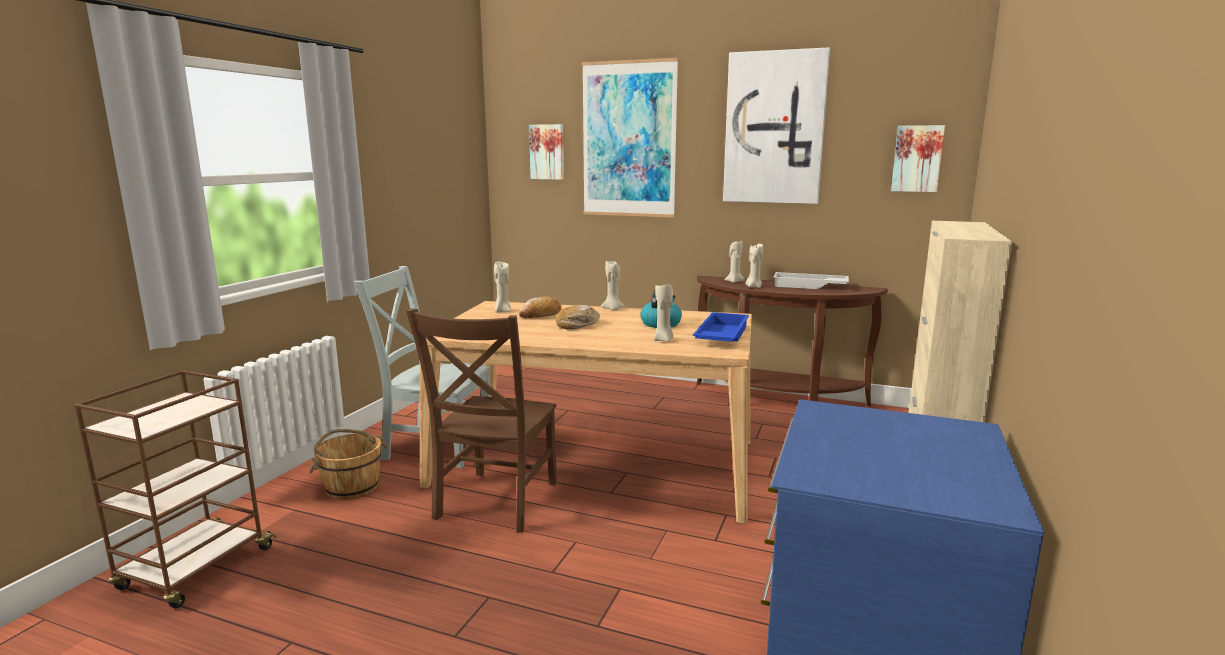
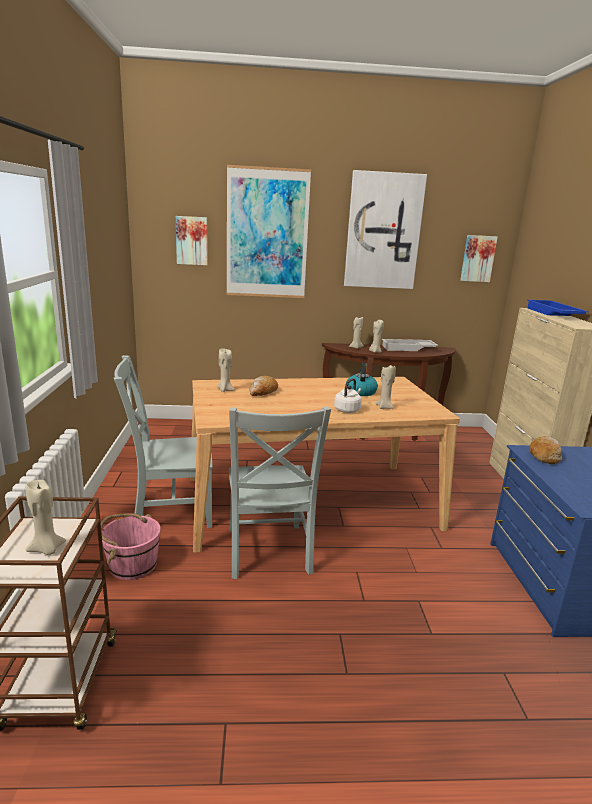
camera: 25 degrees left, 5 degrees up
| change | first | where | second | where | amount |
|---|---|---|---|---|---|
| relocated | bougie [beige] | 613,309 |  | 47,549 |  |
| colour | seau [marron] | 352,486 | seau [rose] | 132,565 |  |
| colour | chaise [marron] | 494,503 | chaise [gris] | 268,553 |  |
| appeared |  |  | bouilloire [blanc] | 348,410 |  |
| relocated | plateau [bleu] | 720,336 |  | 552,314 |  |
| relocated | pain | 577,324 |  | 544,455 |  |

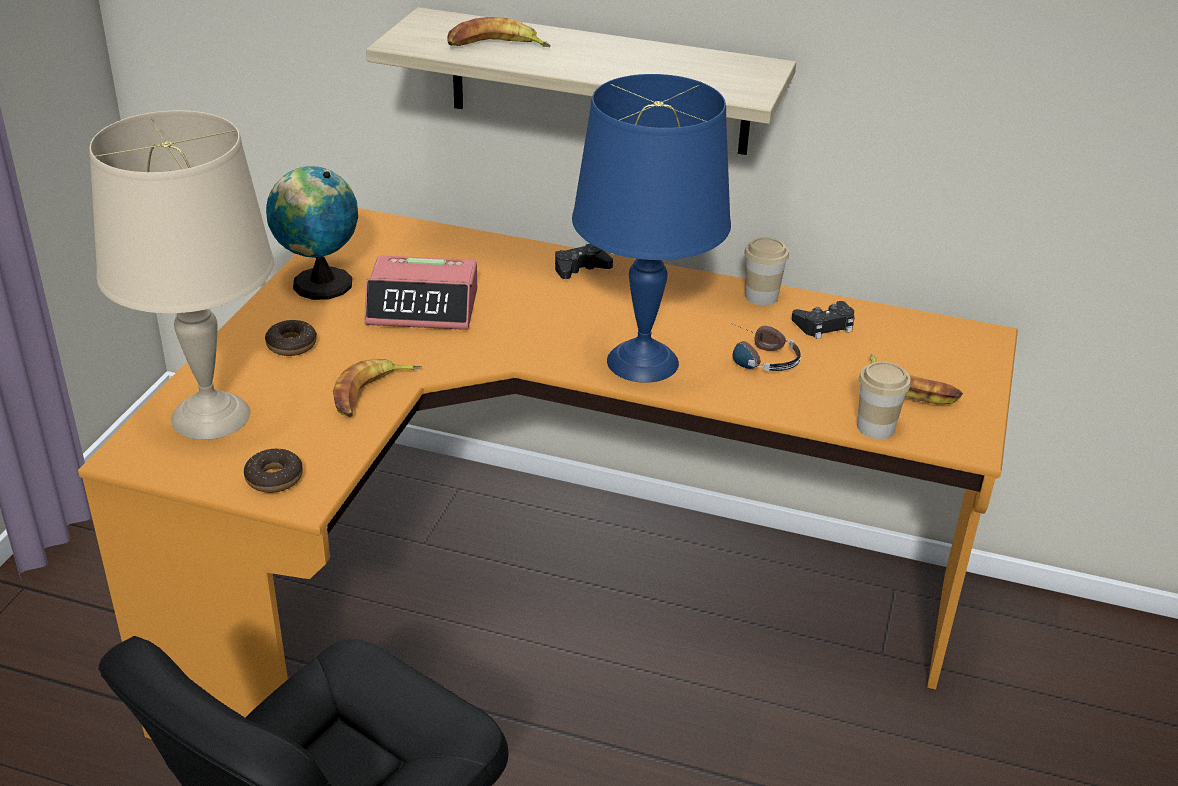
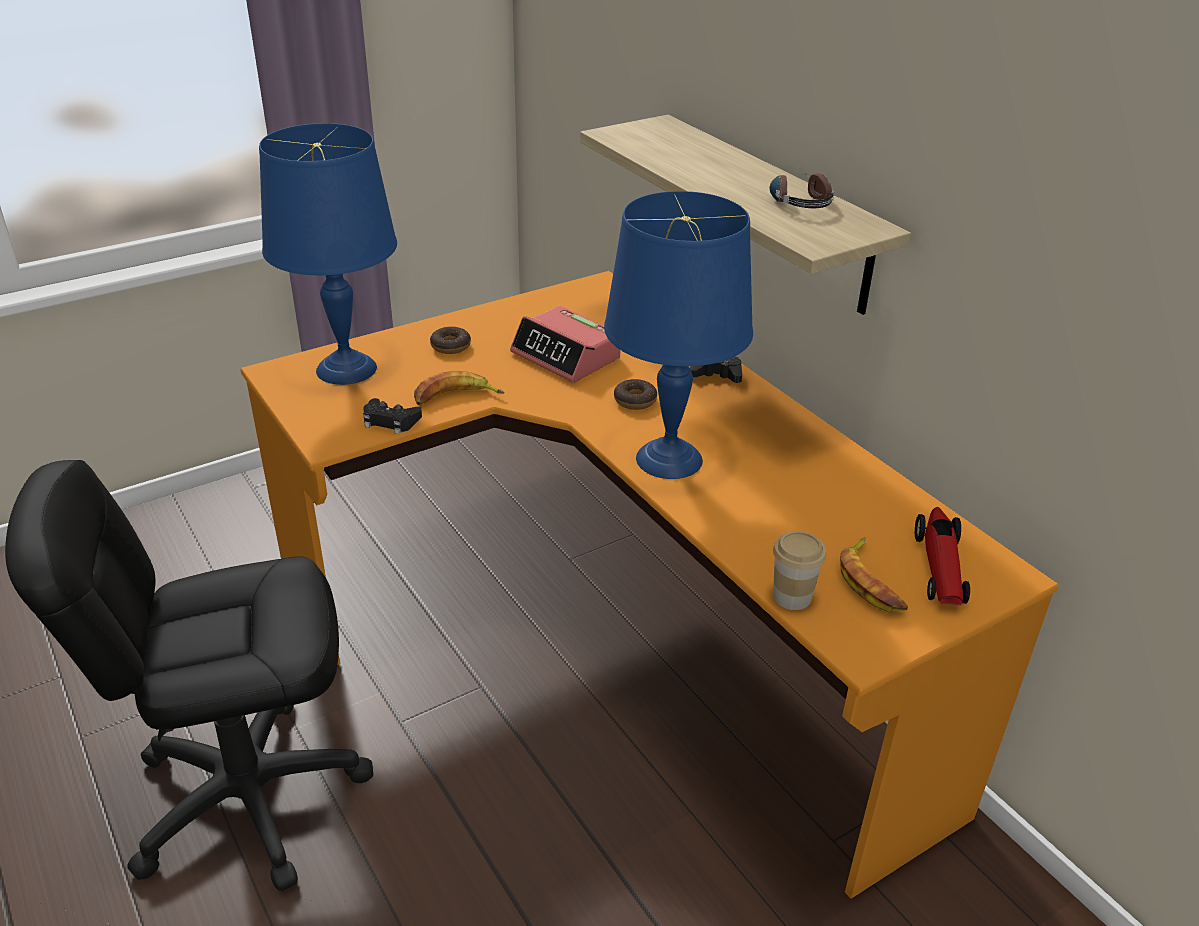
camera: 40 degrees right, 0 degrees up
| change | first | where | second | where | amount |
|---|---|---|---|---|---|
| colour | lampe de table [beige] | 212,415 | lampe de table [bleu] | 347,369 |  |
| relocated | manette [noir] | 824,325 |  | 390,421 |  |
| relocated | beignet | 274,478 |  | 635,400 |  |
| relocated | casque audio | 756,357 |  | 798,200 |  |
| appeared |  |  | petite voiture | 939,567 |  |
| missing | globe | 318,284 |  |  |  |
| missing | banane | 496,46 |  |  |  |
| missing | tasse | 761,296 |  |  |  |

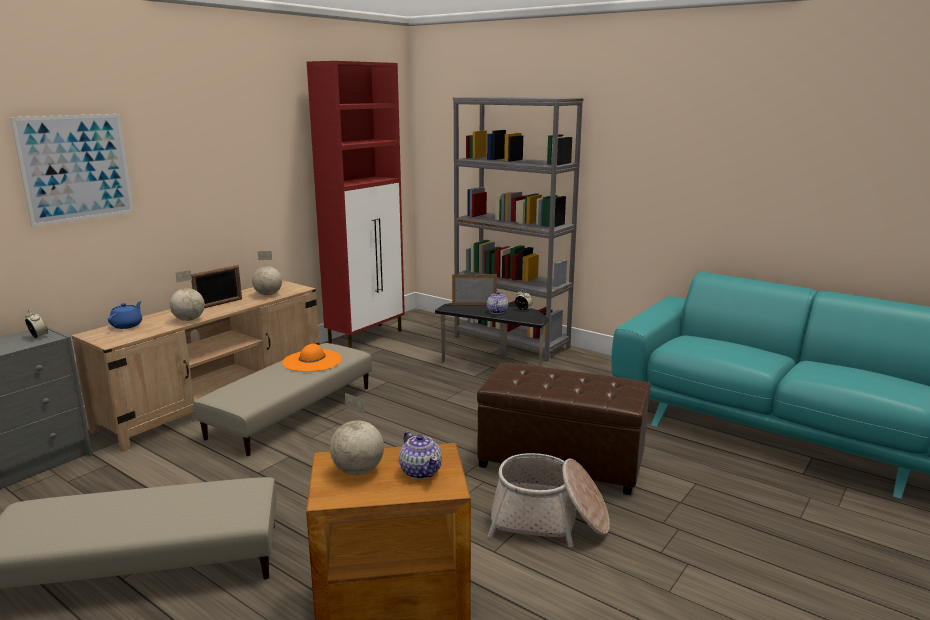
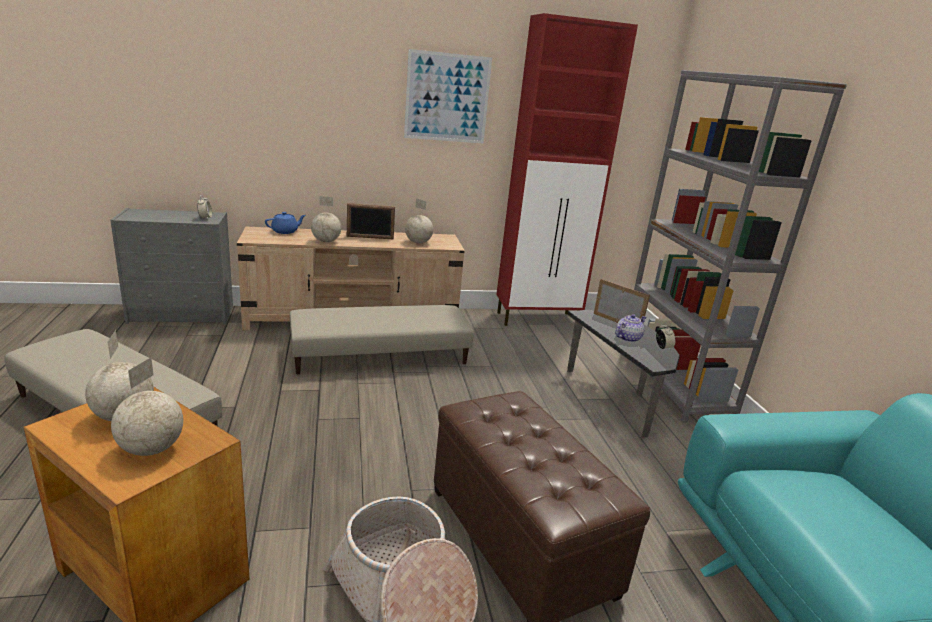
camera: 40 degrees right, 5 degrees up
| change | first | where | second | where | amount |
|---|---|---|---|---|---|
| exchanged | théière | 421,471 | globe | 152,449 |  |
| relocated | tableau | 76,168 |  | 447,98 |  |
| missing | chapeau [orange] | 312,361 |  |  |  |

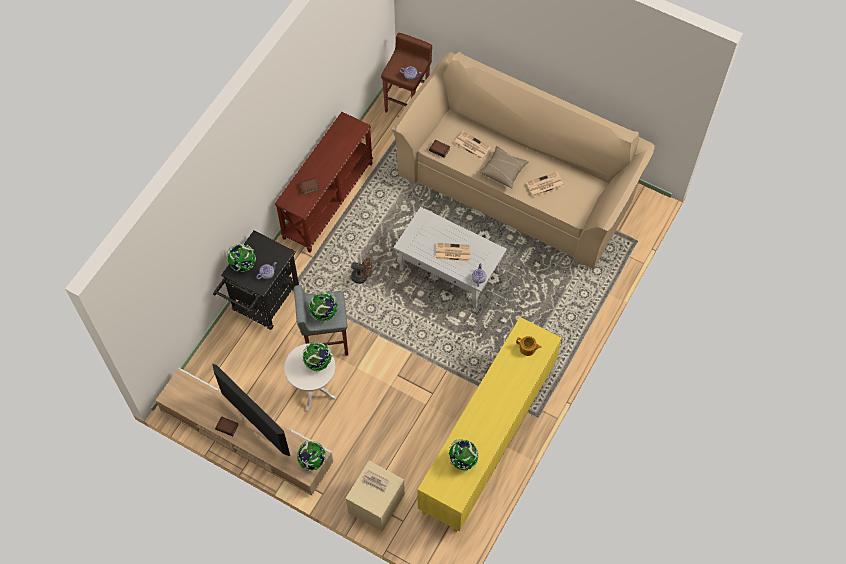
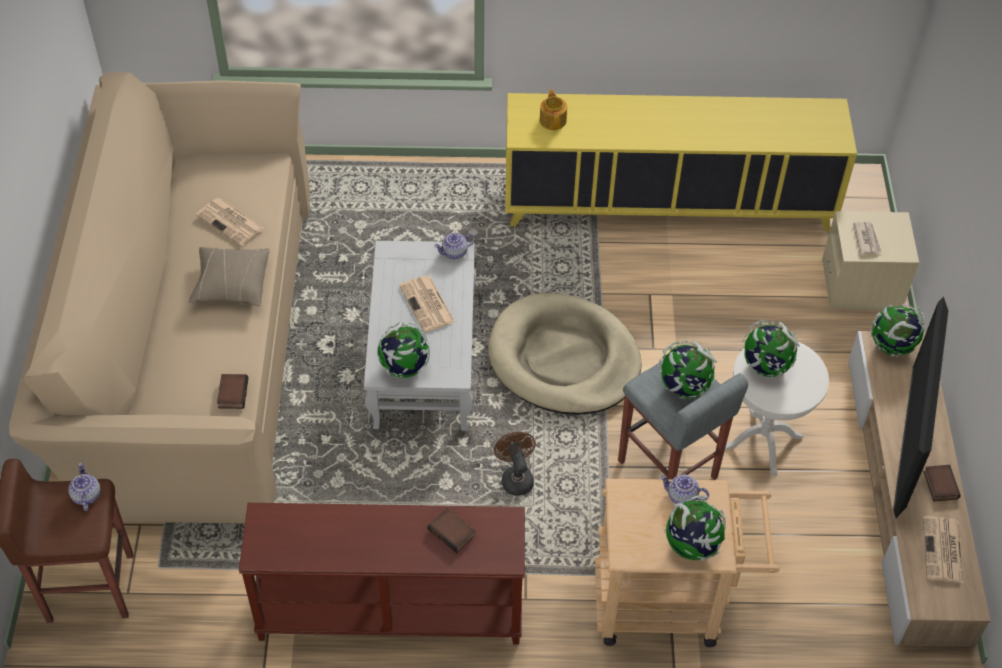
camera: 120 degrees left, 10 degrees down
| change | first | where | second | where | amount |
|---|---|---|---|---|---|
| relocated | globe | 462,460 |  | 404,368 |  |
| appeared |  |  | panier pour chien [beige] | 564,359 |  |
| colour | chariot [noir] | 262,304 | chariot [beige] | 670,603 |  |
| relocated | journal | 471,145 |  | 943,551 |  |

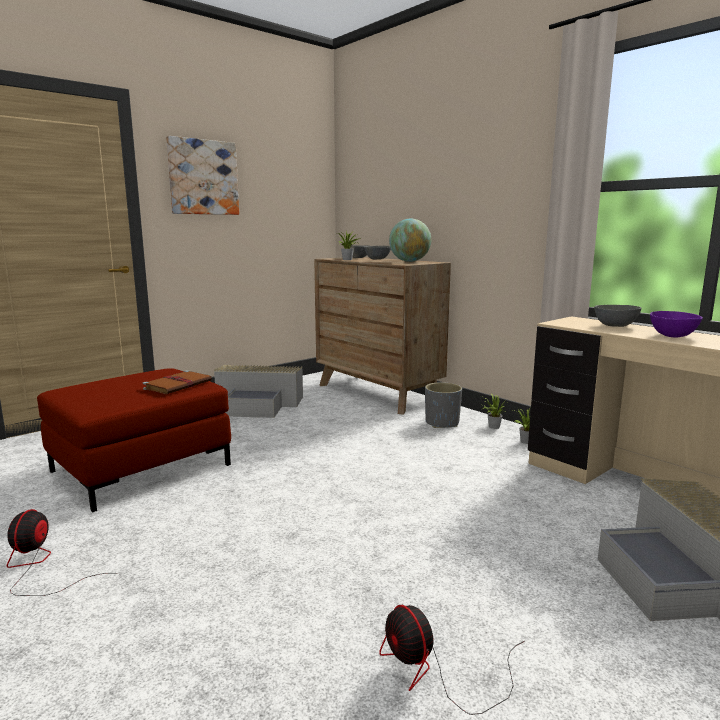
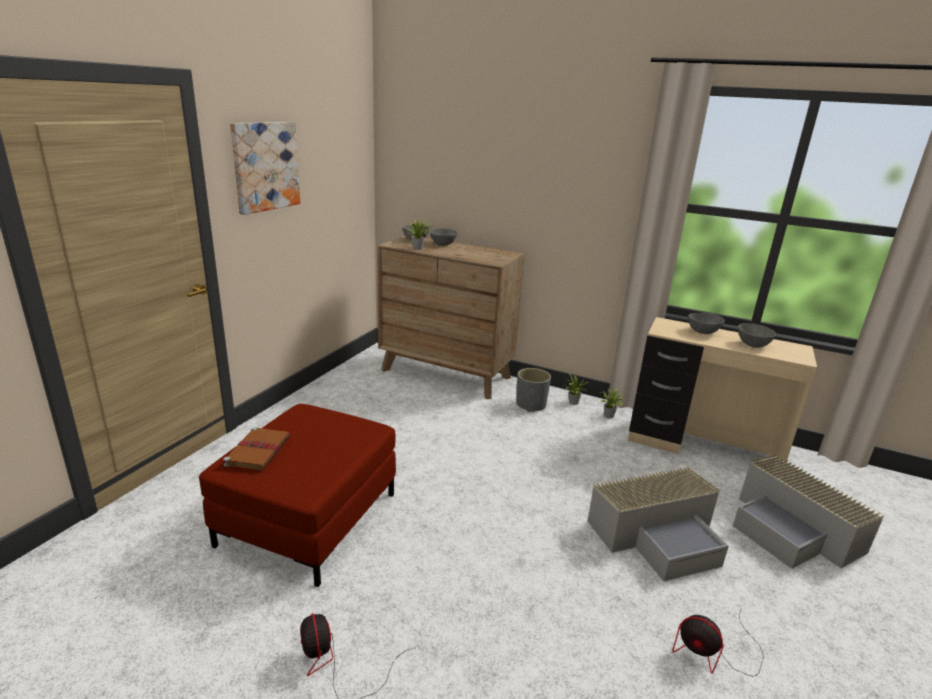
camera: 25 degrees left, 10 degrees up
| change | first | where | second | where | amount |
|---|---|---|---|---|---|
| relocated | livre [marron] | 179,385 |  | 259,450 |  |
| relocated | boîte de rangement [gris] | 259,404 |  | 658,535 |  |
| colour | bol [violet] | 672,335 | bol [gris] | 752,344 |  |
| missing | globe | 409,261 |  |  |  |

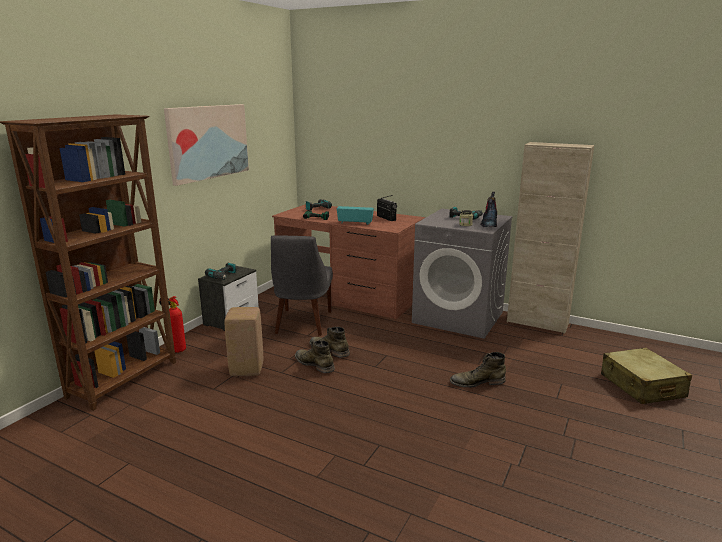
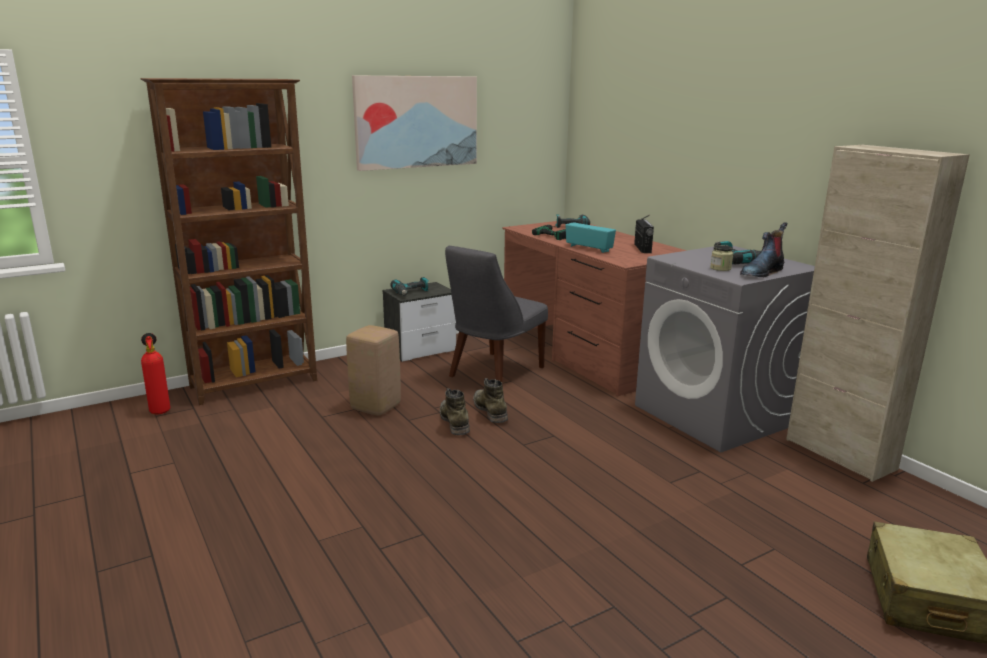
camera: 30 degrees right, 0 degrees up
| change | first | where | second | where | amount |
|---|---|---|---|---|---|
| relocated | extincteur | 176,350 |  | 160,410 |  |
| missing | botte [vert] | 477,382 |  |  |  |

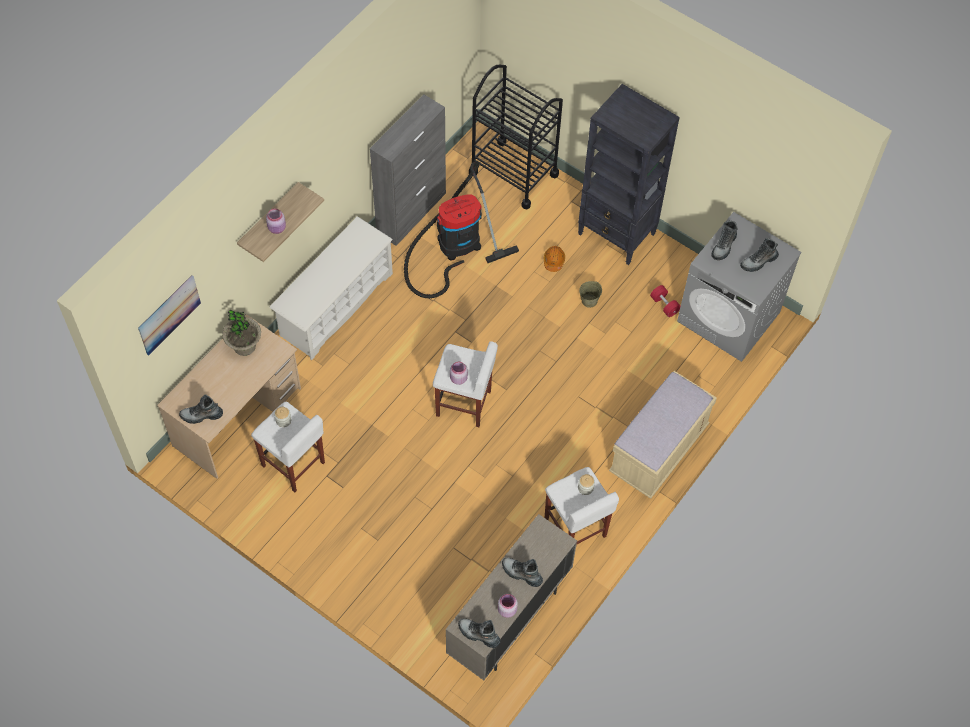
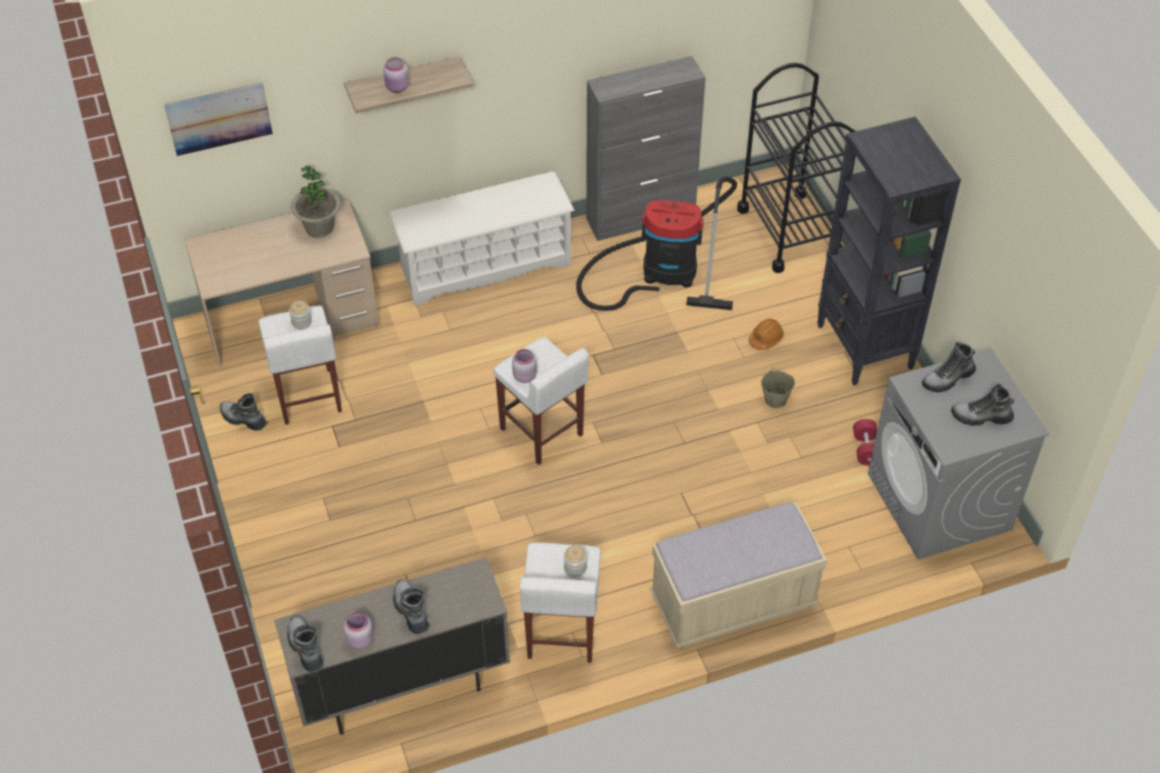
camera: 35 degrees right, 10 degrees down
| change | first | where | second | where | amount |
|---|---|---|---|---|---|
| relocated | botte | 201,415 |  | 243,419 |  |

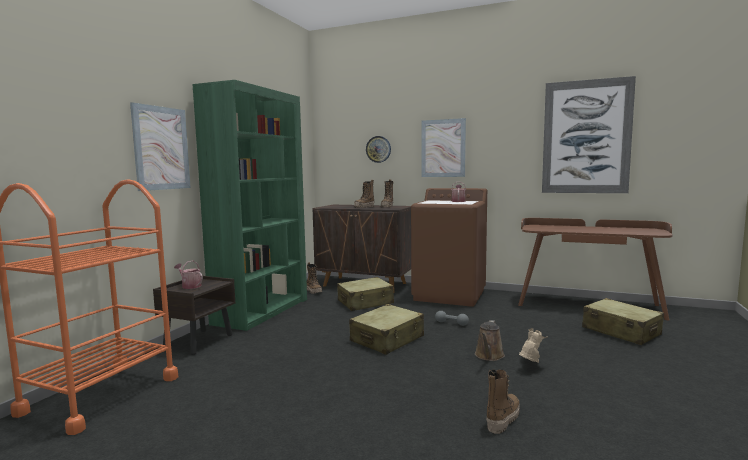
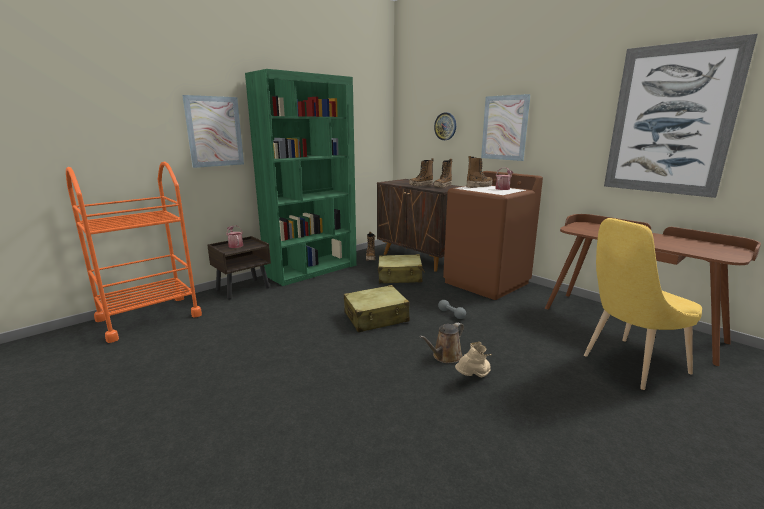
camera: 25 degrees right, 10 degrees up
| change | first | where | second | where | amount |
|---|---|---|---|---|---|
| relocated | botte | 502,419 |  | 479,186 |  |
| exchanged | valise [beige] | 621,331 | chaise [jaune] | 629,365 |  |

